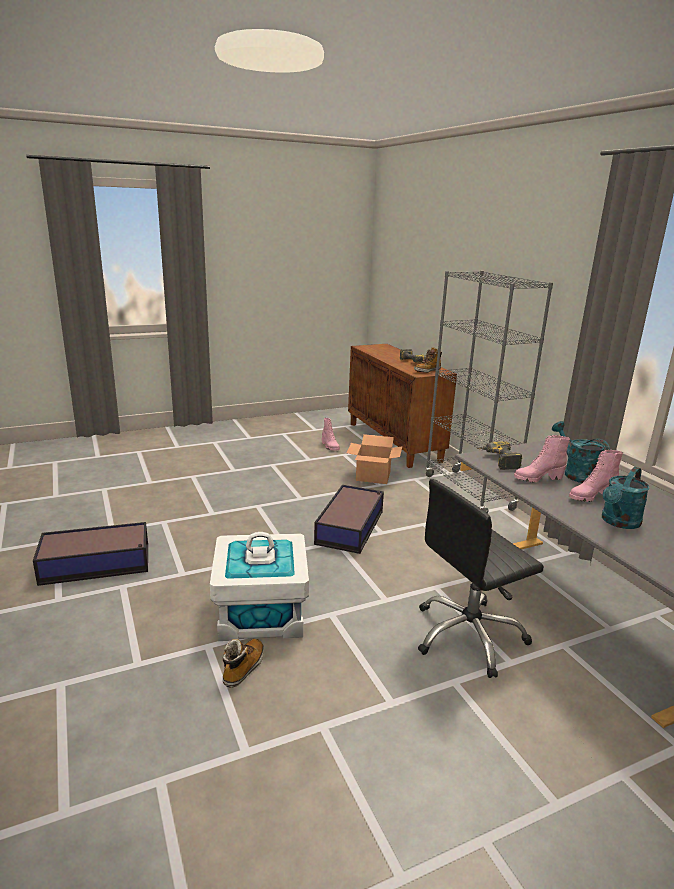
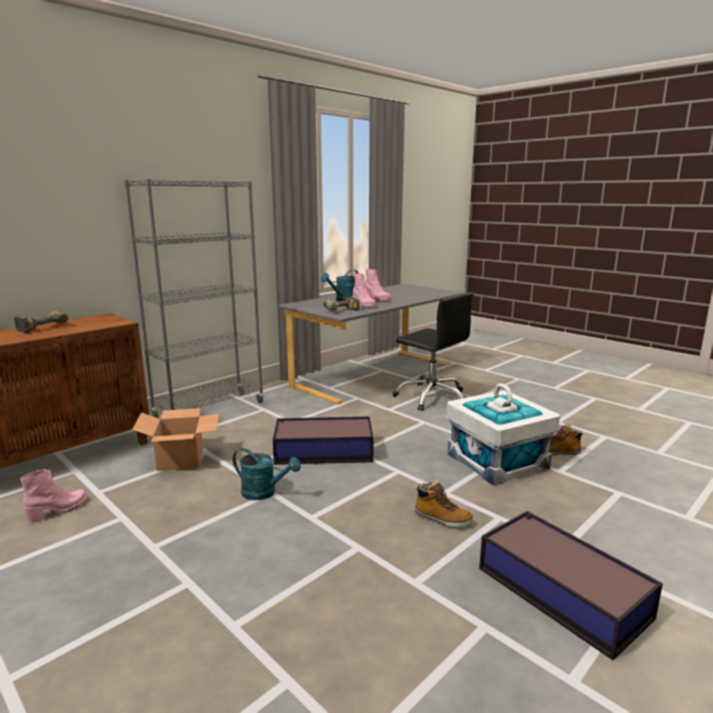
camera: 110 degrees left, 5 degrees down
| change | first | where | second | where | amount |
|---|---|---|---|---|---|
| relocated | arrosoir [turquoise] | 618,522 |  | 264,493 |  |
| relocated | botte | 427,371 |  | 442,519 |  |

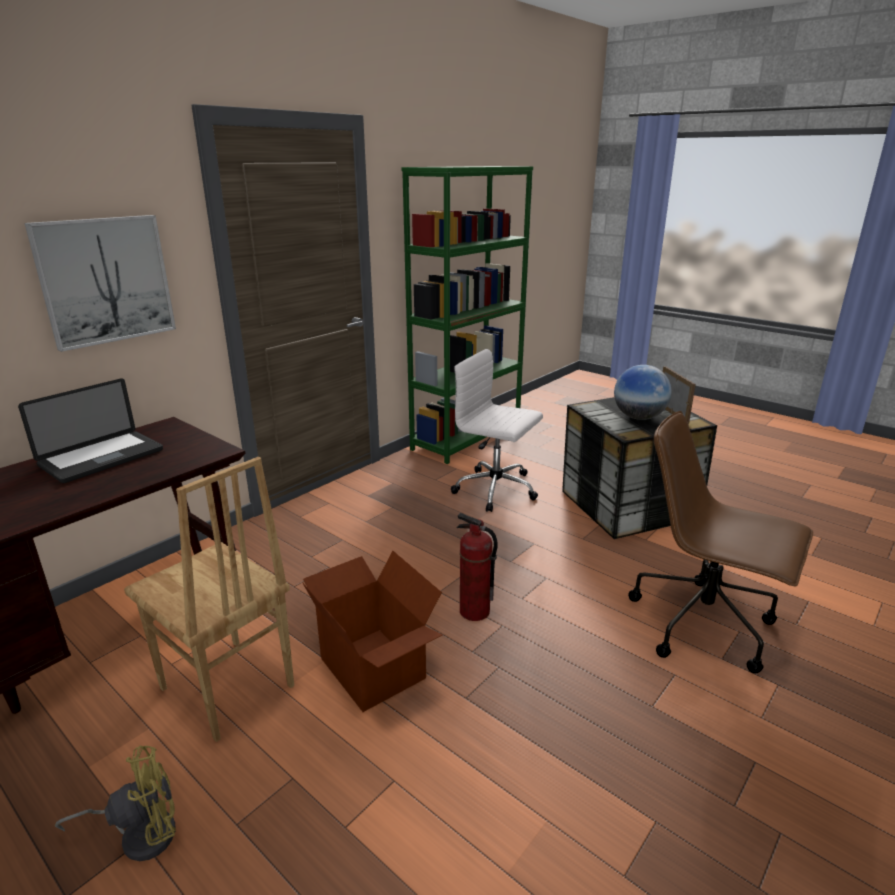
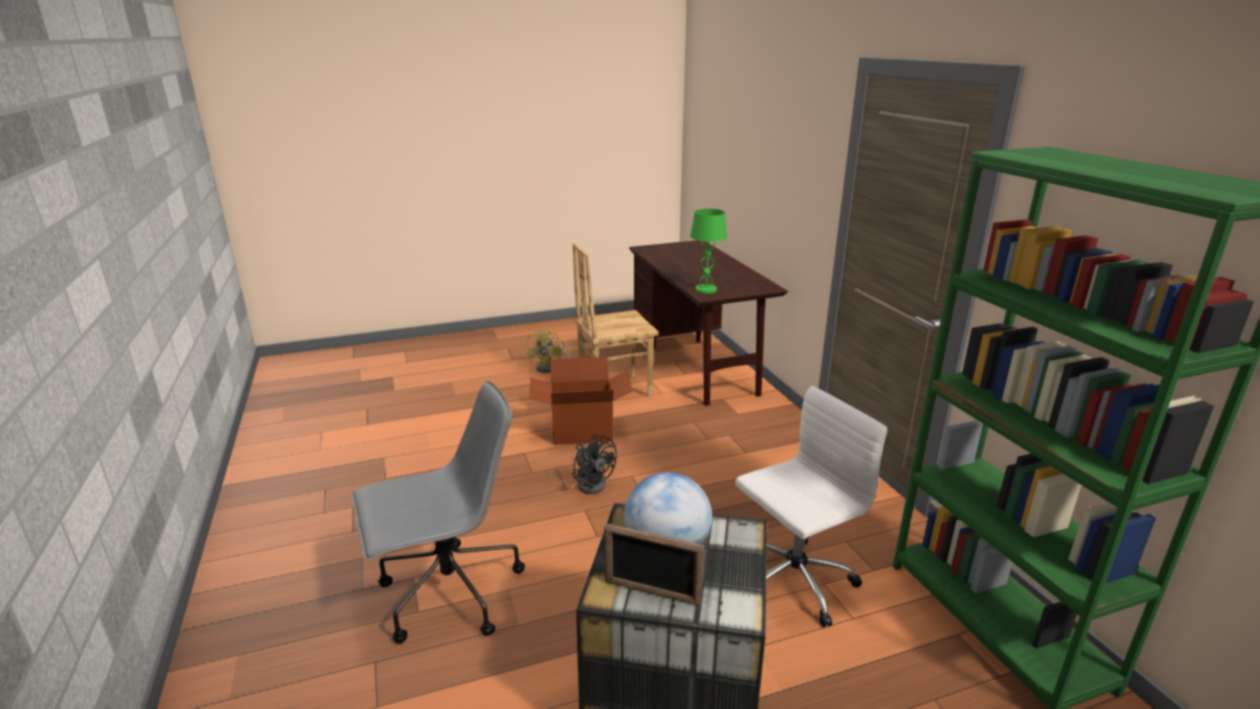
camera: 120 degrees right, 0 degrees up
| change | first | where | second | where | amount |
|---|---|---|---|---|---|
| colour | chaise de bureau [marron] | 704,624 | chaise de bureau [gris] | 448,594 |  |
| exchanged | extincteur | 474,612 | ventilateur [noir] | 593,482 |  |
| appeared |  |  | lampe de table [vert] | 706,290 |  |
| missing | ordinateur portable | 102,458 |  |  |  |
| missing | tableau | 105,280 |  |  |  |

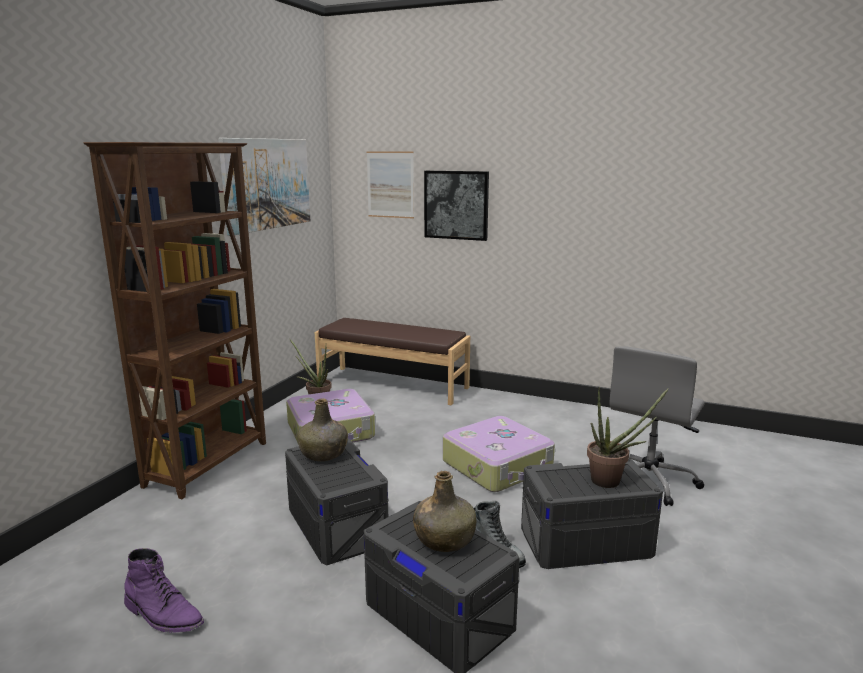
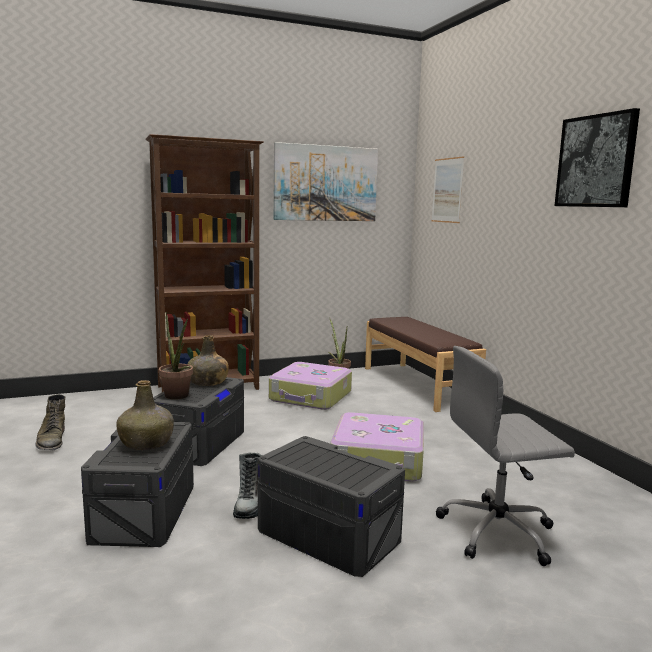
camera: 45 degrees right, 5 degrees down
| change | first | where | second | where | amount |
|---|---|---|---|---|---|
| colour | botte [violet] | 163,615 | botte [vert] | 52,440 |  |
| relocated | plante en pot | 612,481 |  | 178,397 |  |
| relocated | tableau | 456,205 |  | 596,161 |  |

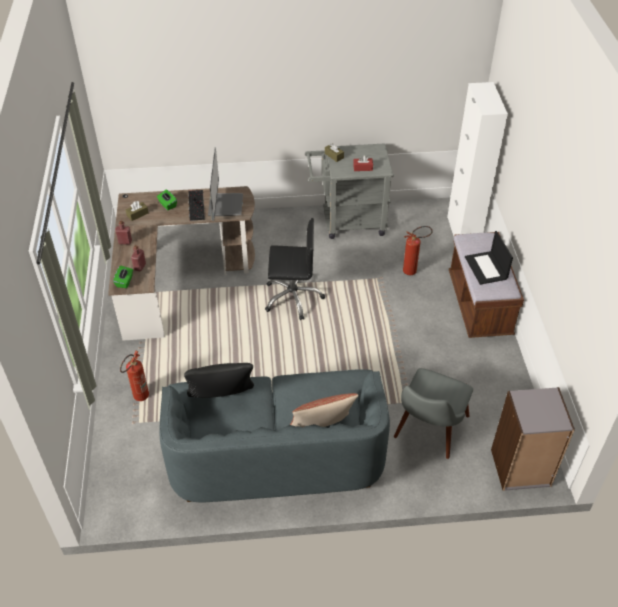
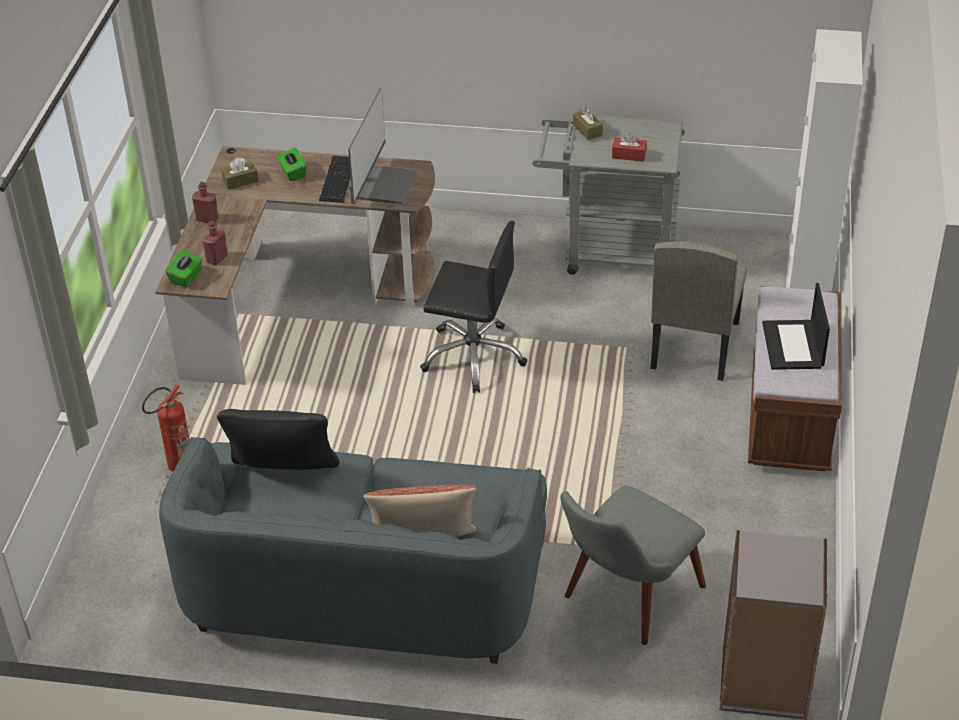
camera: 15 degrees right, 5 degrees down
| change | first | where | second | where | amount |
|---|---|---|---|---|---|
| exchanged | extincteur | 413,271 | chaise [beige] | 694,345 |  |

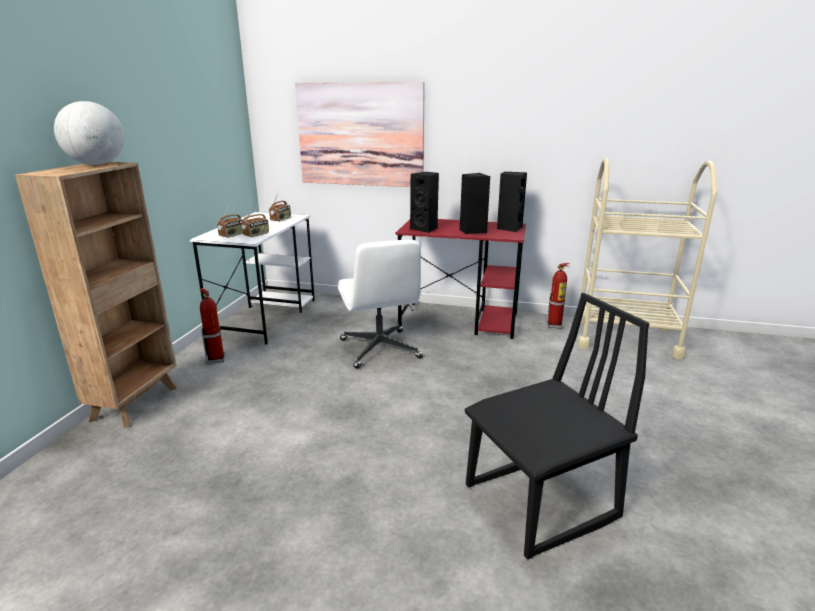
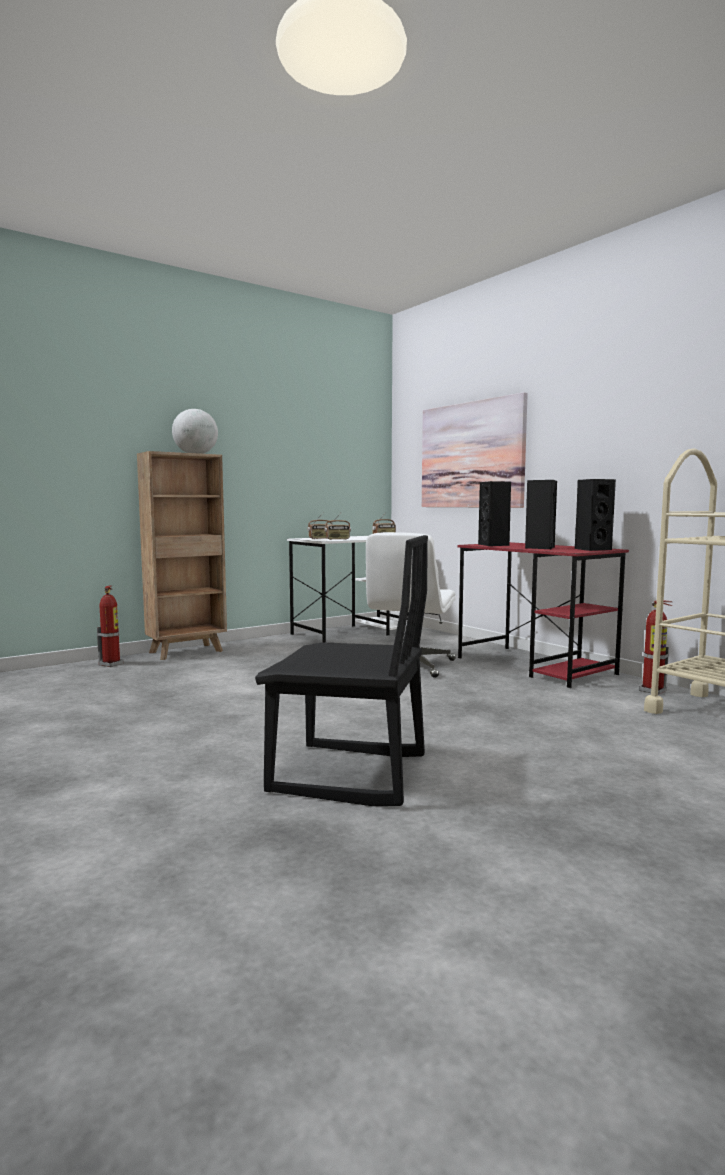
camera: 40 degrees right, 15 degrees down
| change | first | where | second | where | amount |
|---|---|---|---|---|---|
| relocated | extincteur | 216,359 |  | 111,664 |  |

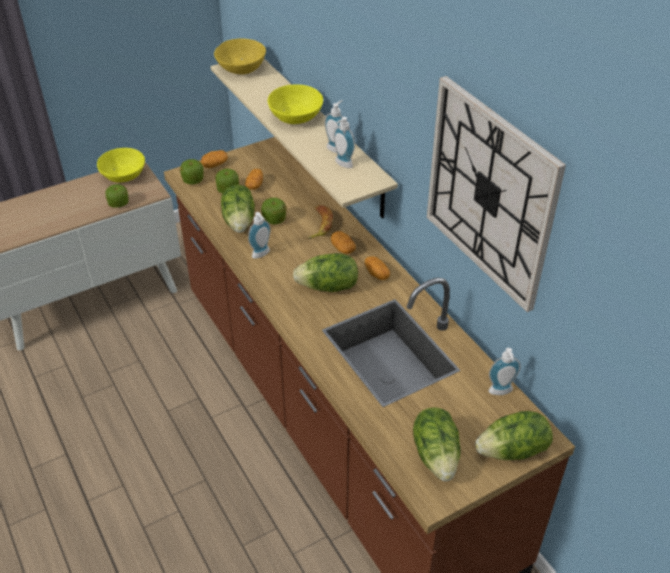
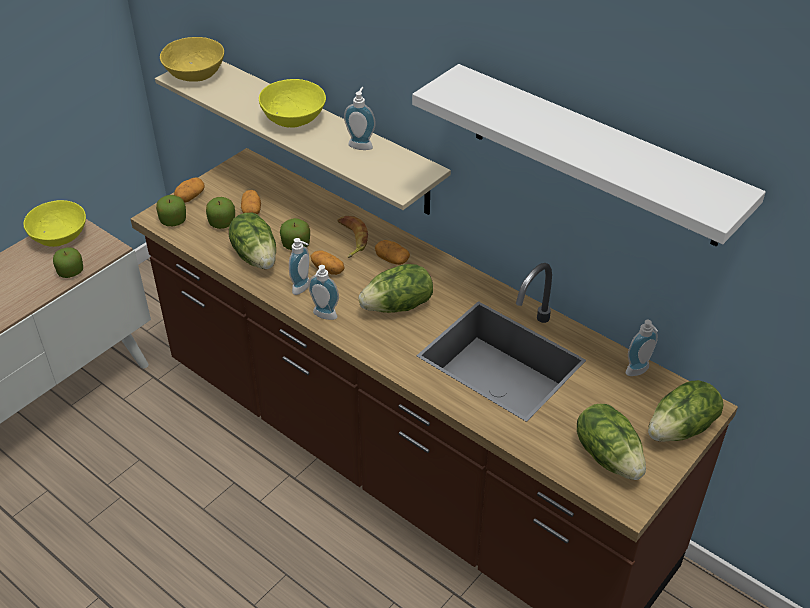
camera: 20 degrees left, 0 degrees up
| change | first | where | second | where | amount |
|---|---|---|---|---|---|
| relocated | distributeur de savon | 342,164 |  | 323,316 |  |
| relocated | pomme de terre | 377,274 |  | 328,269 |  |
| exchanged | horloge murale | 490,193 | étagère [blanc] | 594,155 |  |

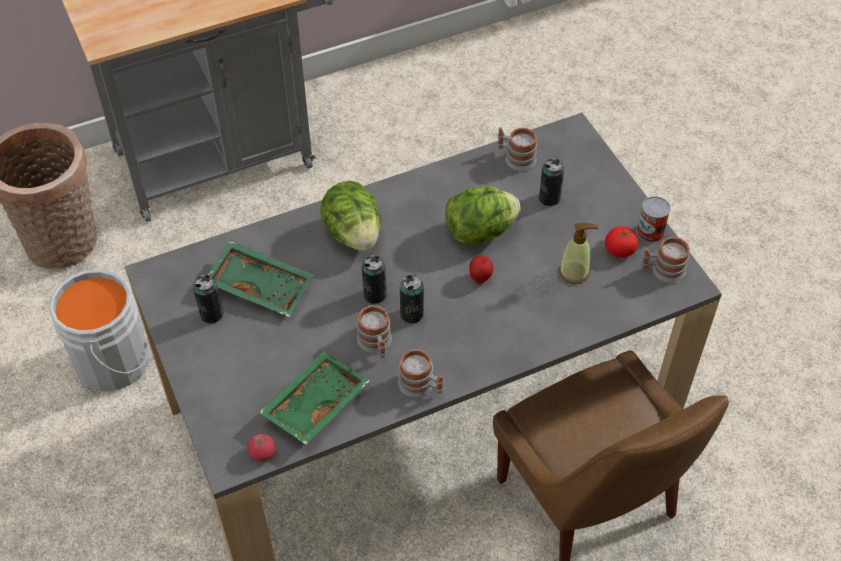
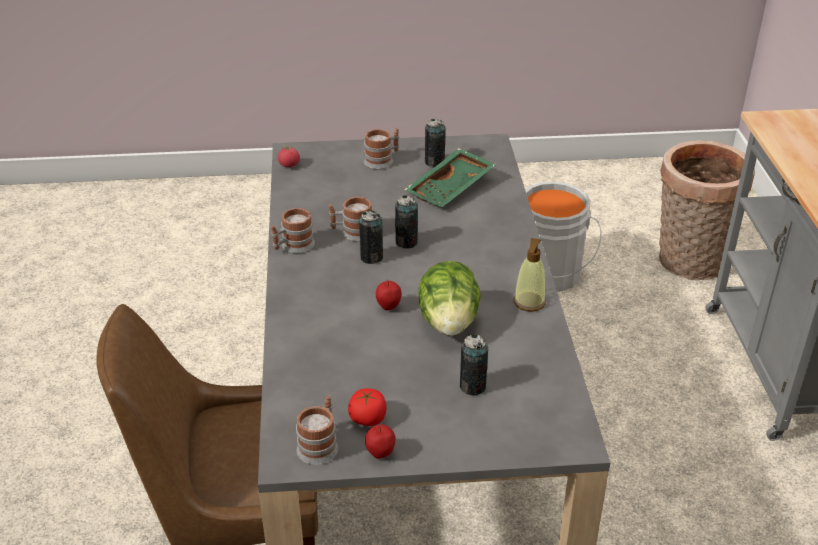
camera: 110 degrees right, 15 degrees down
| change | first | where | second | where | amount |
|---|---|---|---|---|---|
| relocated | mug | 515,158 |  | 382,160 |  |
| exchanged | boîte métallique | 650,232 | pomme | 380,454 |  |
| relocated | distributeur de savon | 574,272 |  | 529,302 |  |
| missing | plateau [vert] | 314,403 |  |  |  |
| missing | laitue | 353,234 |  |  |  |

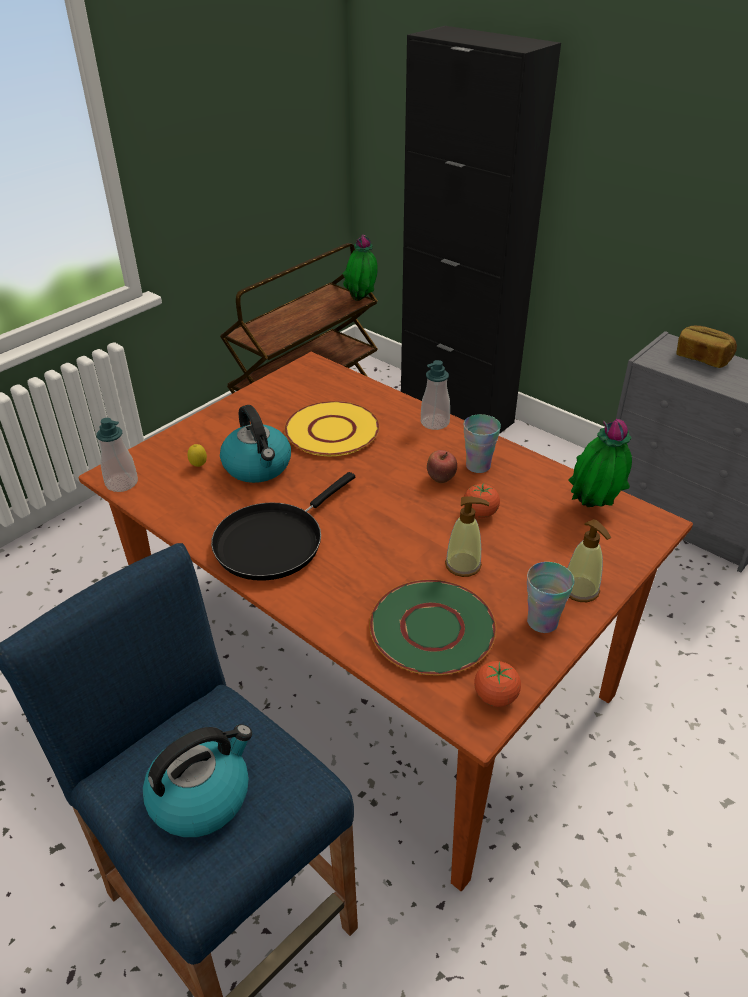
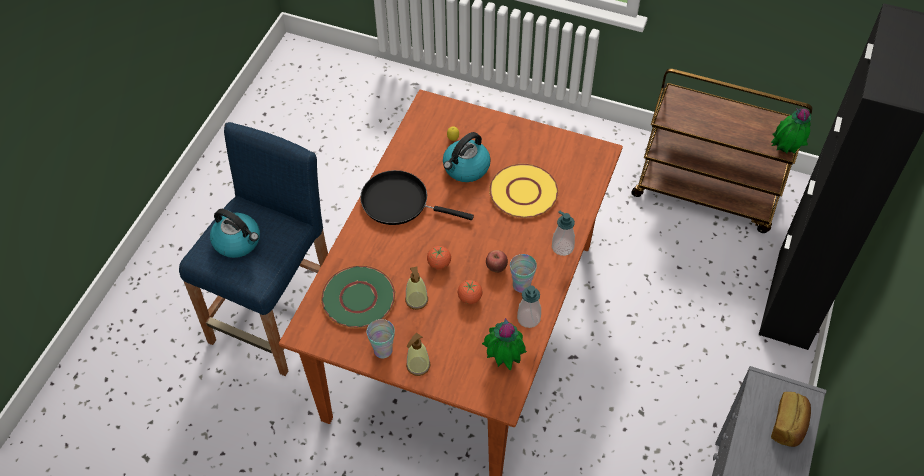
camera: 70 degrees right, 15 degrees up
| change | first | where | second | where | amount |
|---|---|---|---|---|---|
| relocated | tomate | 495,697 |  | 439,264 |  |
| relocated | distributeur de savon | 122,483 |  | 528,318 |  |

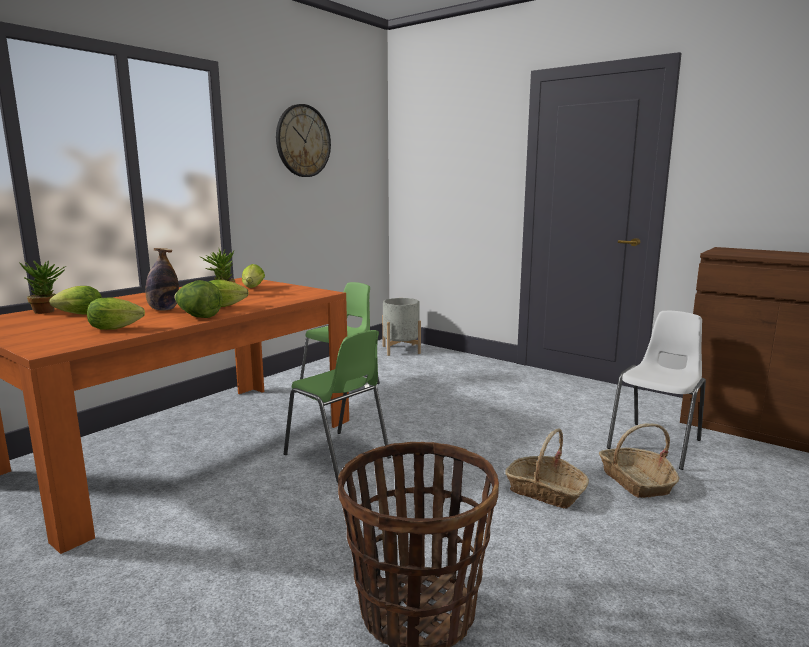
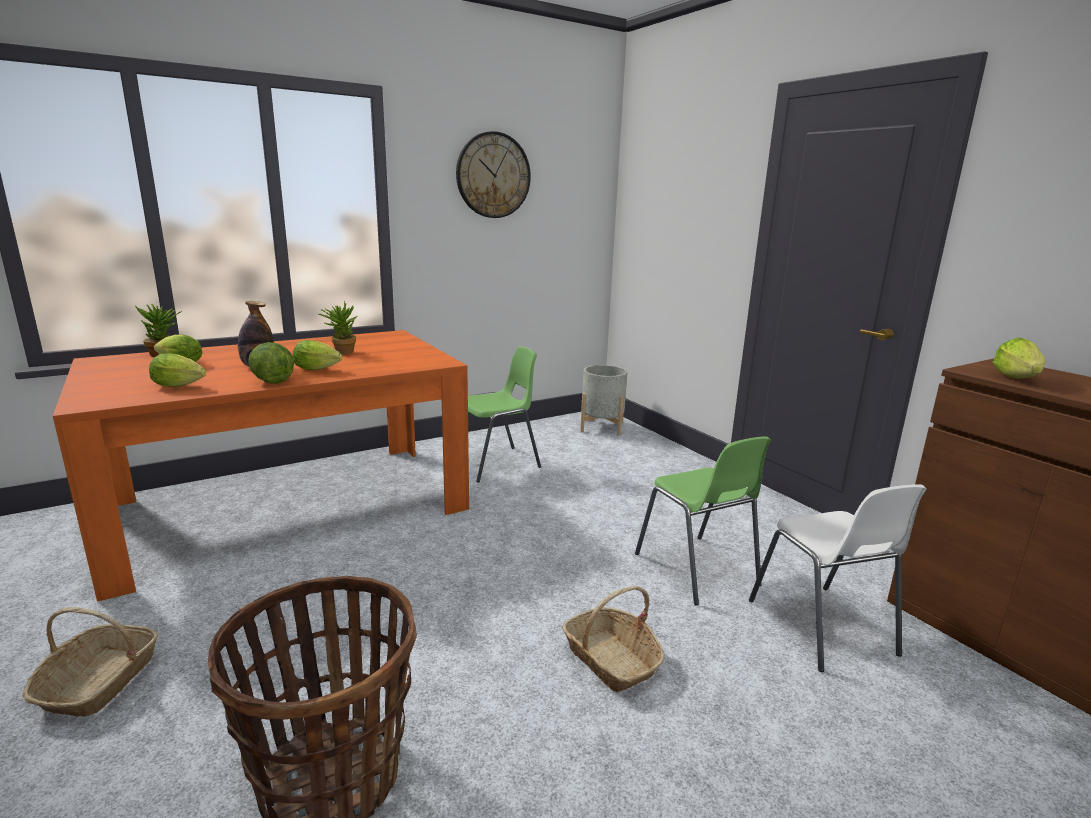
camera: 20 degrees right, 5 degrees up
| change | first | where | second | where | amount |
|---|---|---|---|---|---|
| relocated | panier | 636,481 |  | 99,682 |  |
| relocated | chaise [vert] | 338,456 |  | 697,570 |  |
| spun | chaise [blanc] | 656,444 |  | 822,628 | 105 degrees clockwise |
| relocated | laitue | 253,288 |  | 1017,379 |  |

